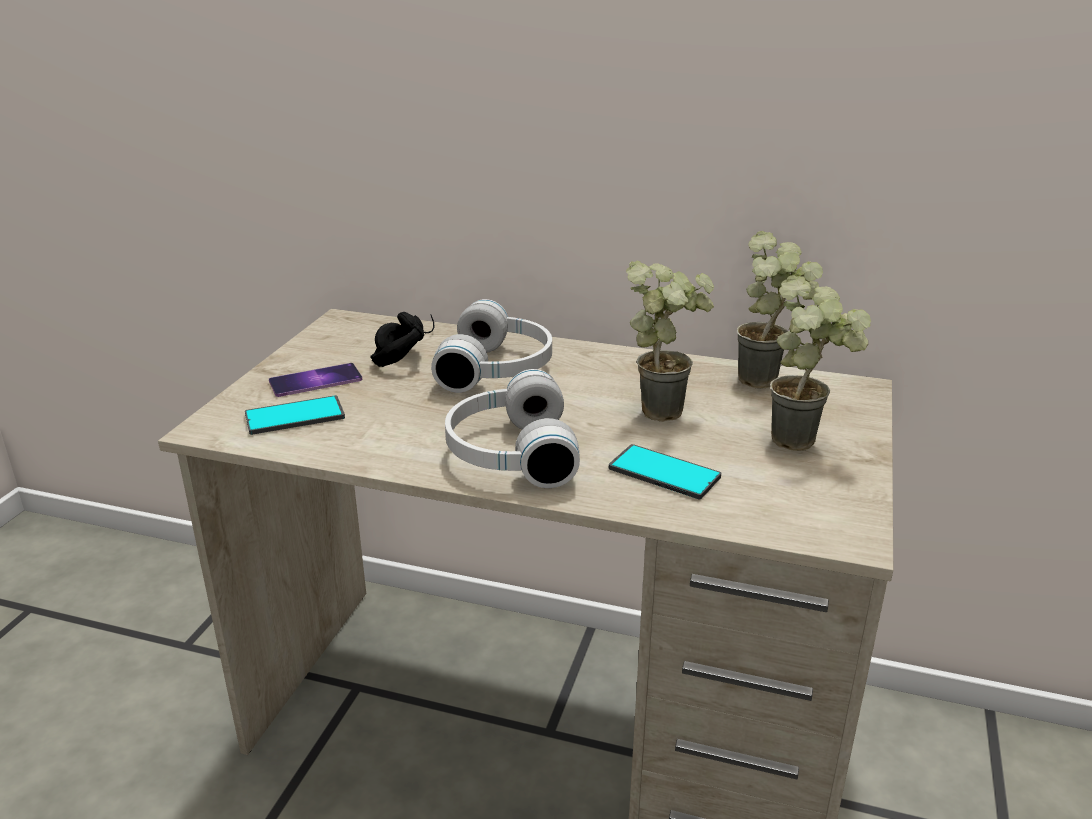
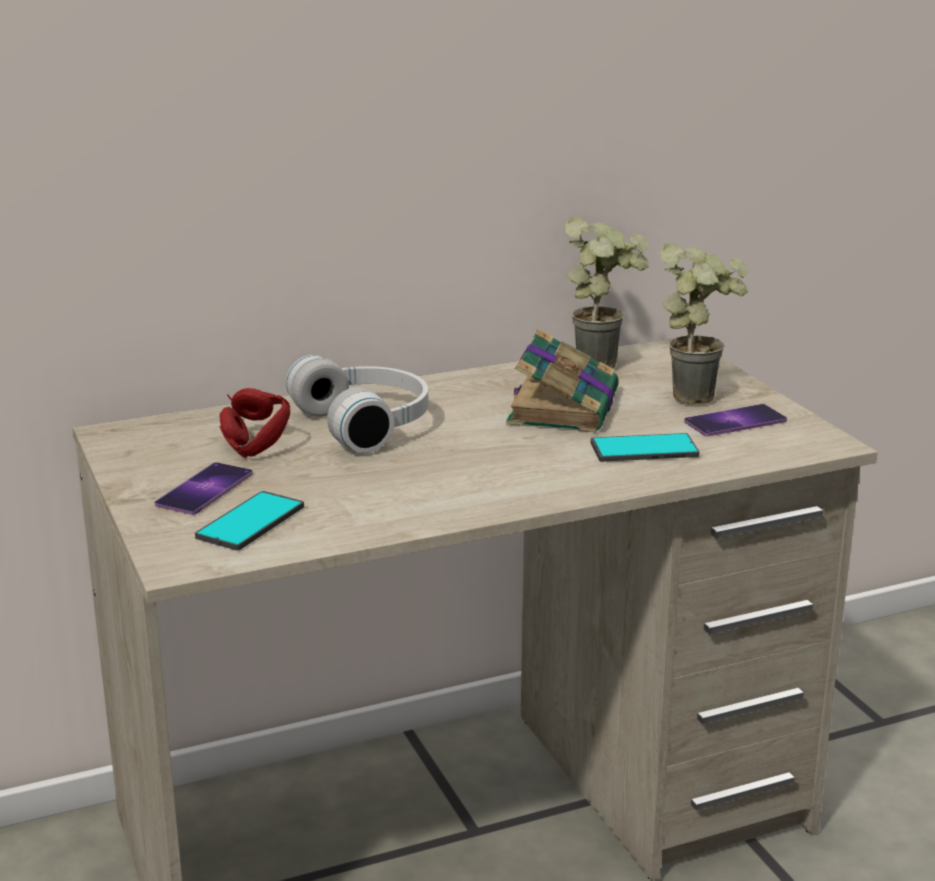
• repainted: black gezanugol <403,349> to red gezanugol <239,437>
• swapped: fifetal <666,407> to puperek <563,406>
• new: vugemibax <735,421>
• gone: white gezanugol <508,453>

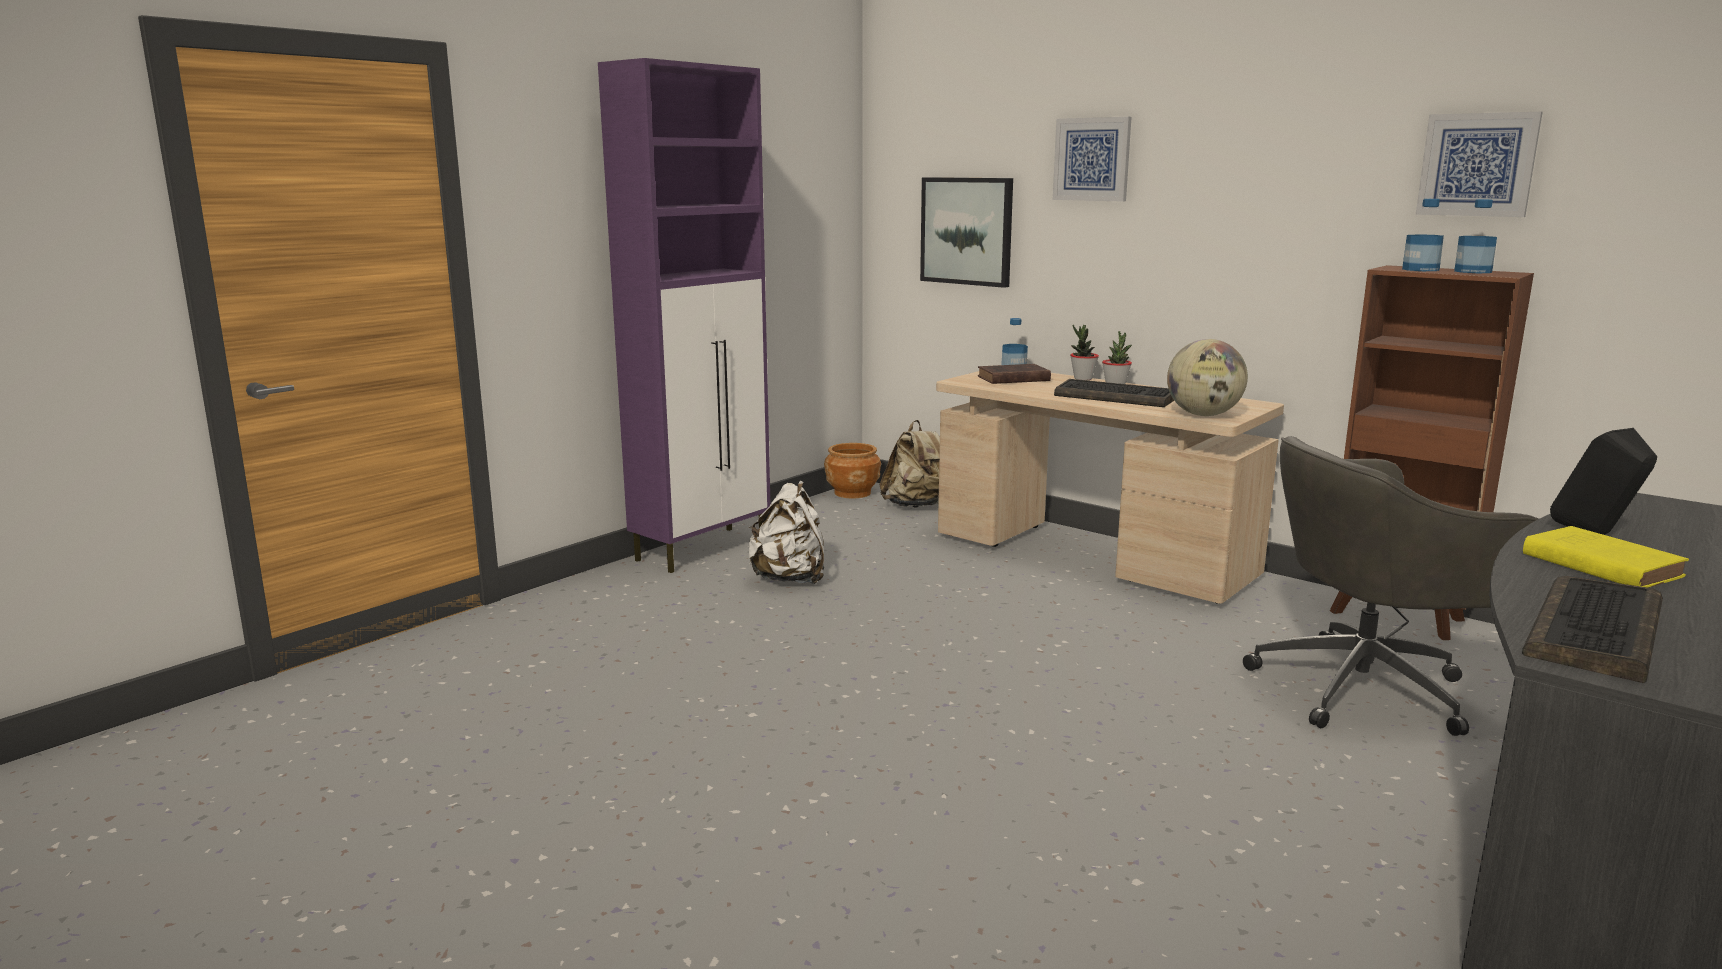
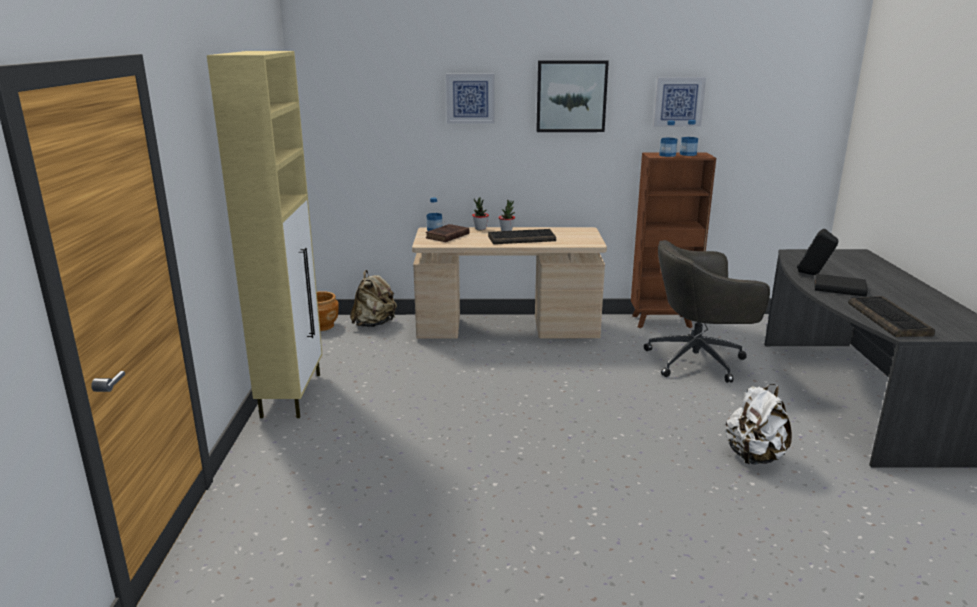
• repainted: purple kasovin <703,549> to beige kasovin <292,394>
• shifted: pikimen <967,231> to <571,96>
• rotated: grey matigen <1367,688> = <698,361> 45 degrees clockwise
• shifted: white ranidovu <790,579> to <754,457>
• repainted: yellow puperek <1597,564> to black puperek <837,288>
• gone: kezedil <1203,415>

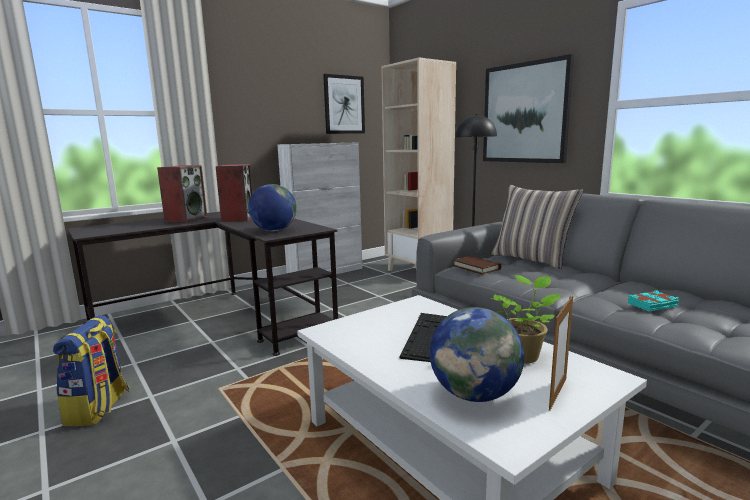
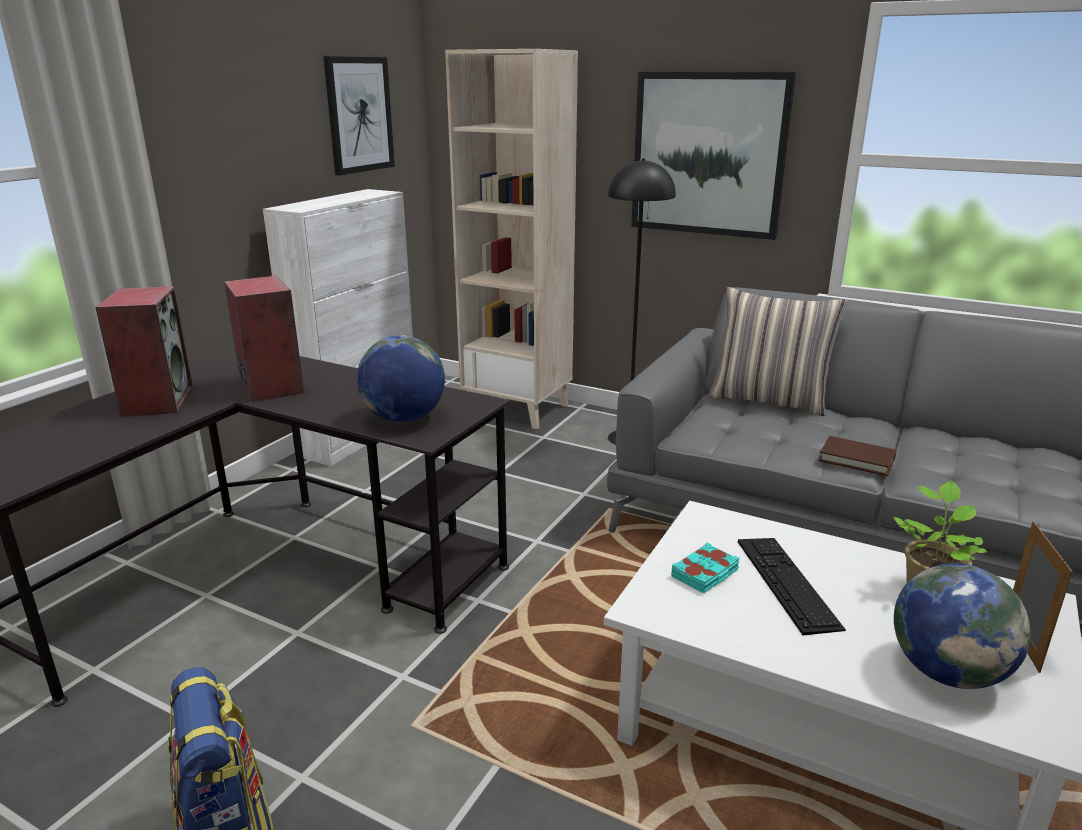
• shifted: turquoise puperek <653,305> to <705,573>
• shifted: brown puperek <476,267> to <857,459>

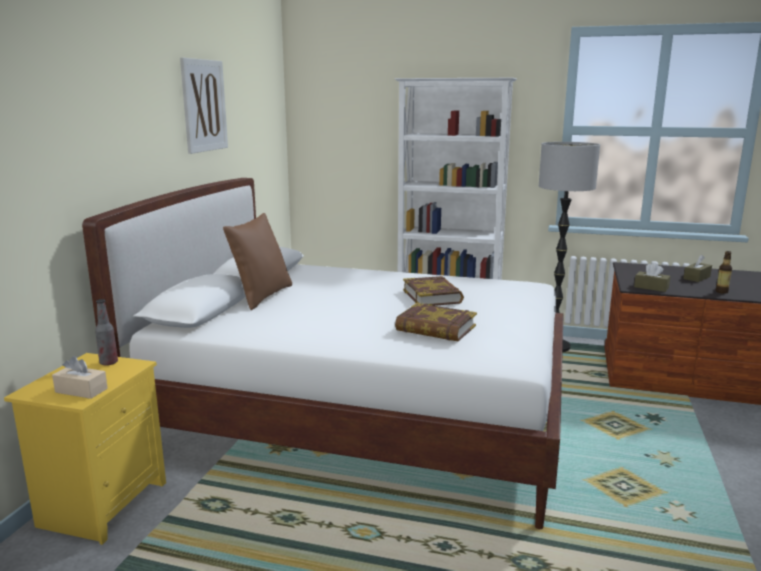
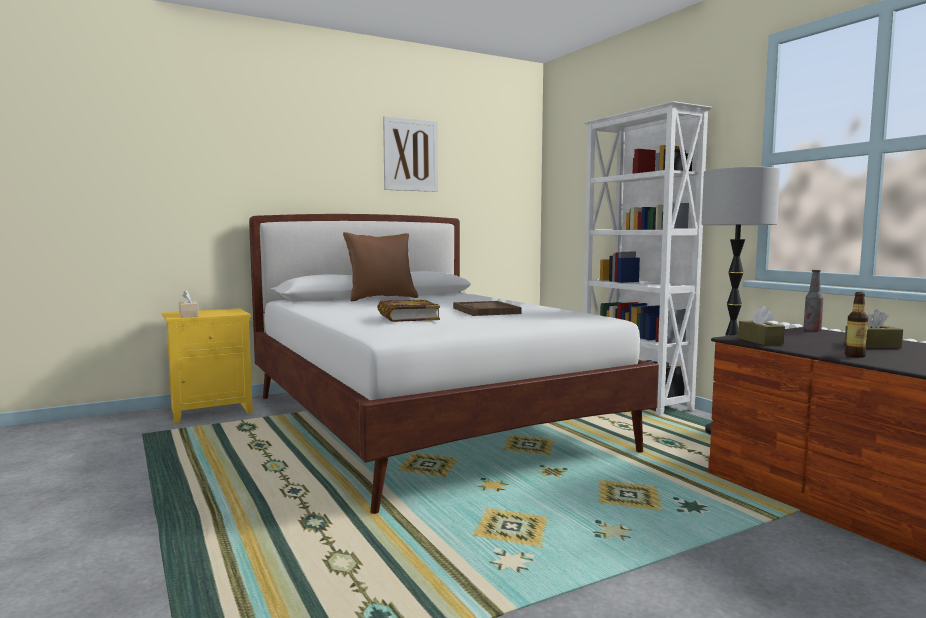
• swapped: puperek <432,296> to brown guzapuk <486,311>
• shifted: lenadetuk <108,363> to <812,330>

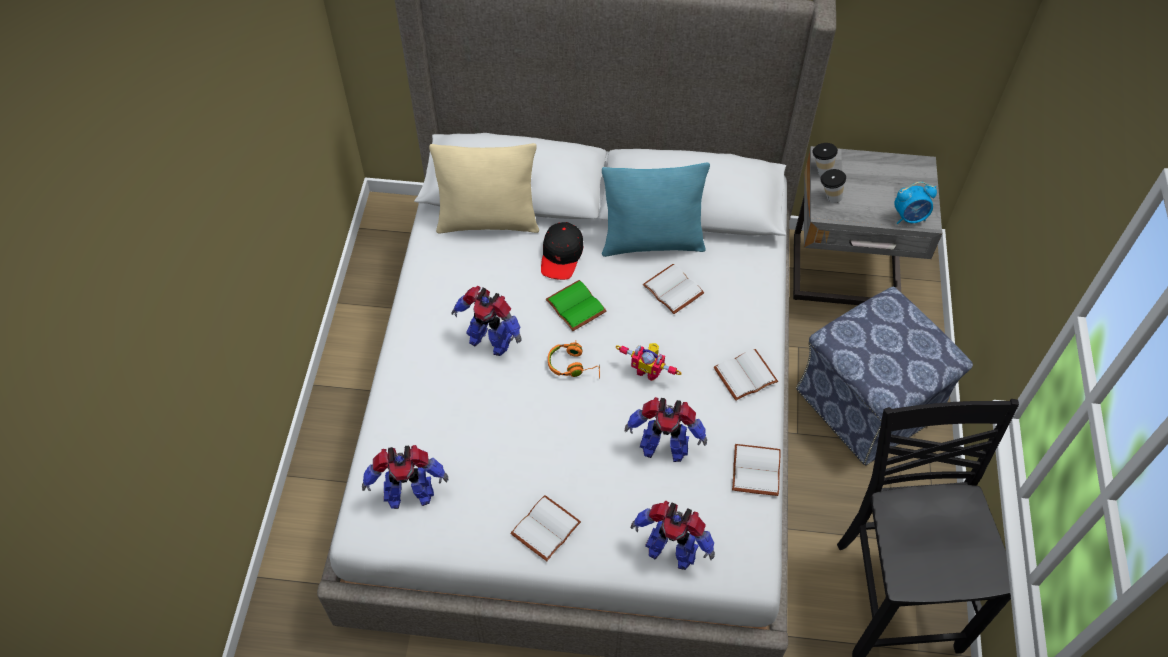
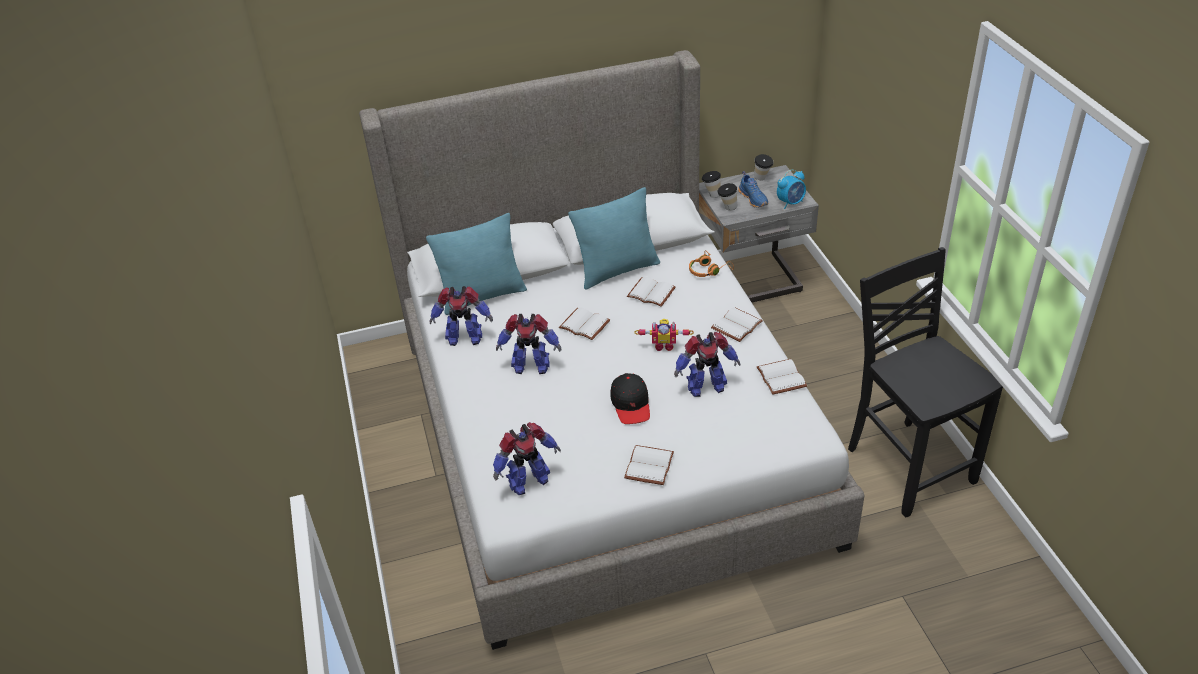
• repainted: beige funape <488,222> to turquoise funape <482,296>
• shifted: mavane <670,550> to <464,338>
• repainted: green puperek <574,306> to white puperek <583,325>
• shifted: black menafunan <561,256> to <631,404>
• shifted: orange gezanugol <573,365> to <709,271>
• new: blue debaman <754,198>
• new: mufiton <762,179>
• gone: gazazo <869,403>

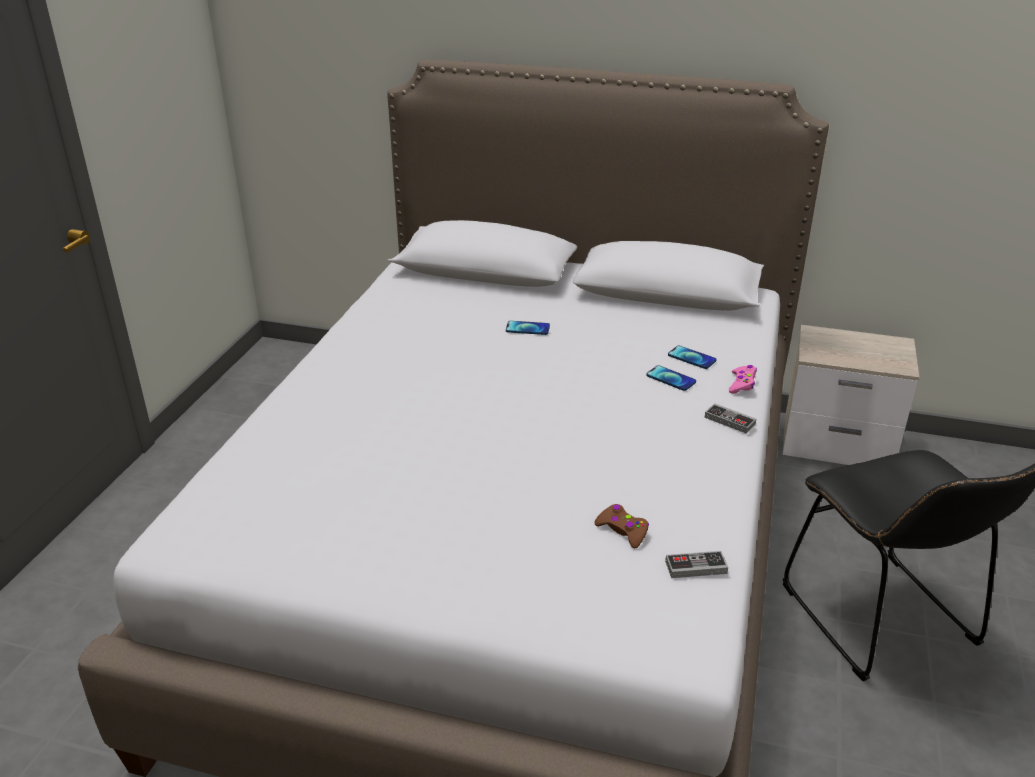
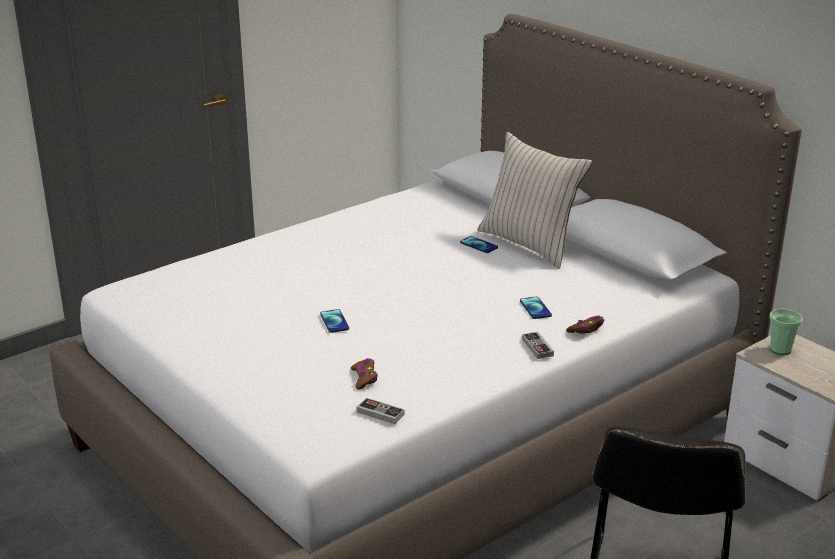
• shifted: vugemibax <691,358> to <334,322>
• new: beige funape <530,244>
• repainted: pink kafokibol <742,384> to brown kafokibol <586,329>
• new: mufiton <780,349>

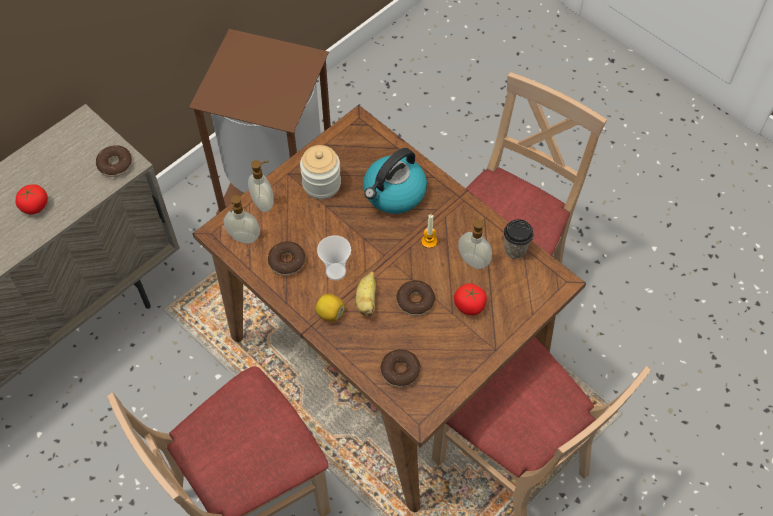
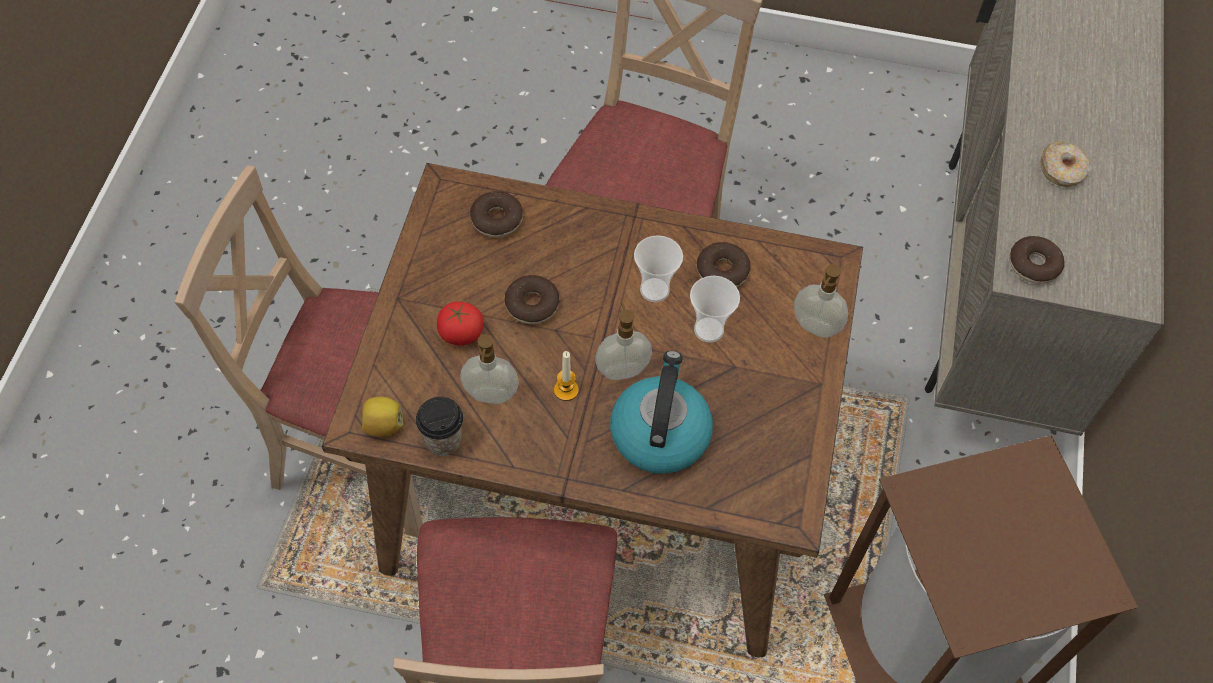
• shifted: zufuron <330,313> to <383,425>
• shifted: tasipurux <243,238> to <622,369>
• new: mufiton <708,330>
• swapped: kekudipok <35,206> to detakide <1062,170>
• gone: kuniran <321,184>
• gone: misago <366,300>

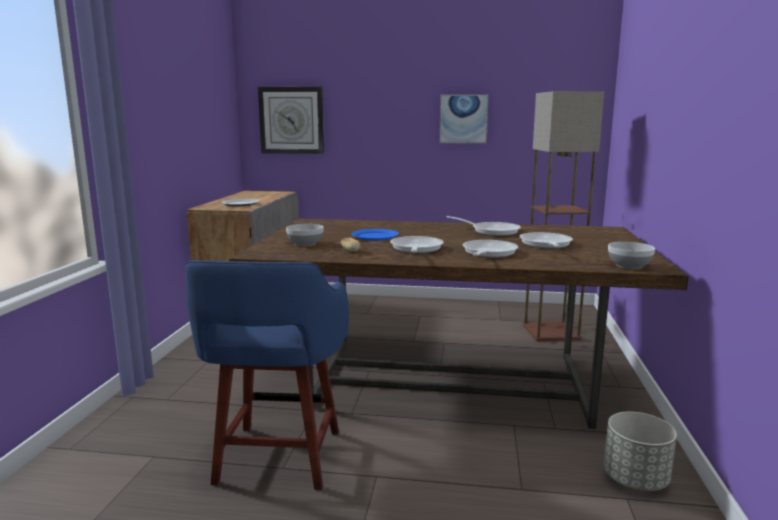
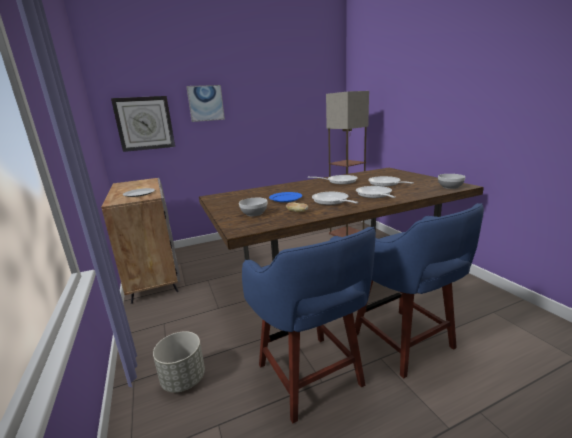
• shifted: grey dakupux <636,480> to <184,379>
• shifted: pikimen <463,119> to <206,103>
• new: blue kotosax <405,342>

